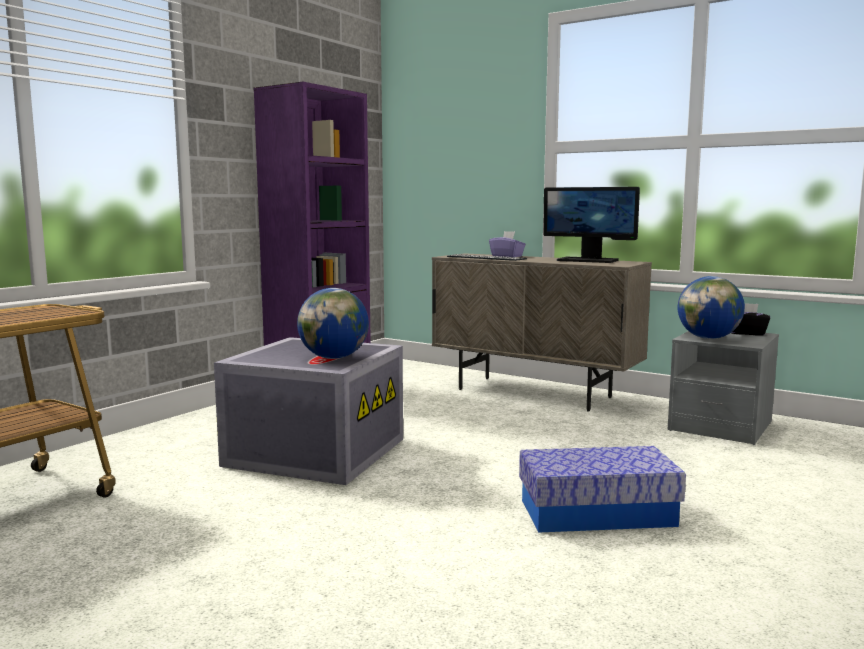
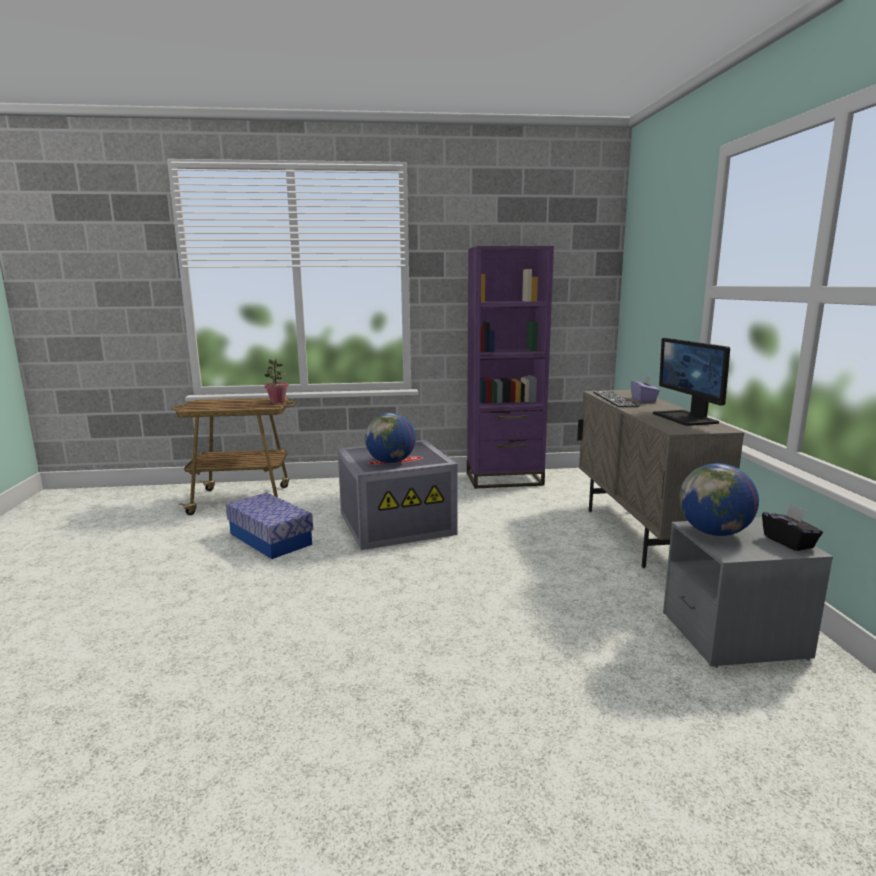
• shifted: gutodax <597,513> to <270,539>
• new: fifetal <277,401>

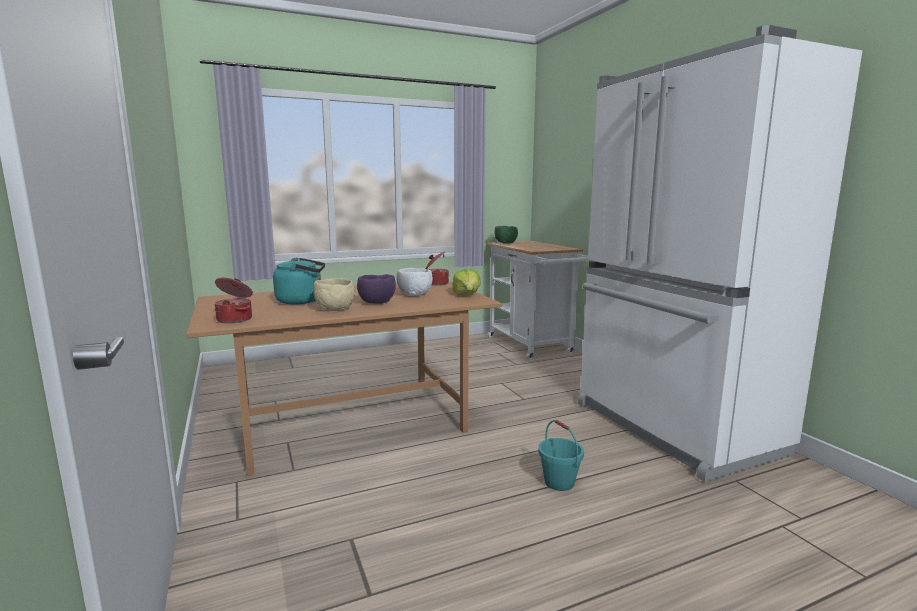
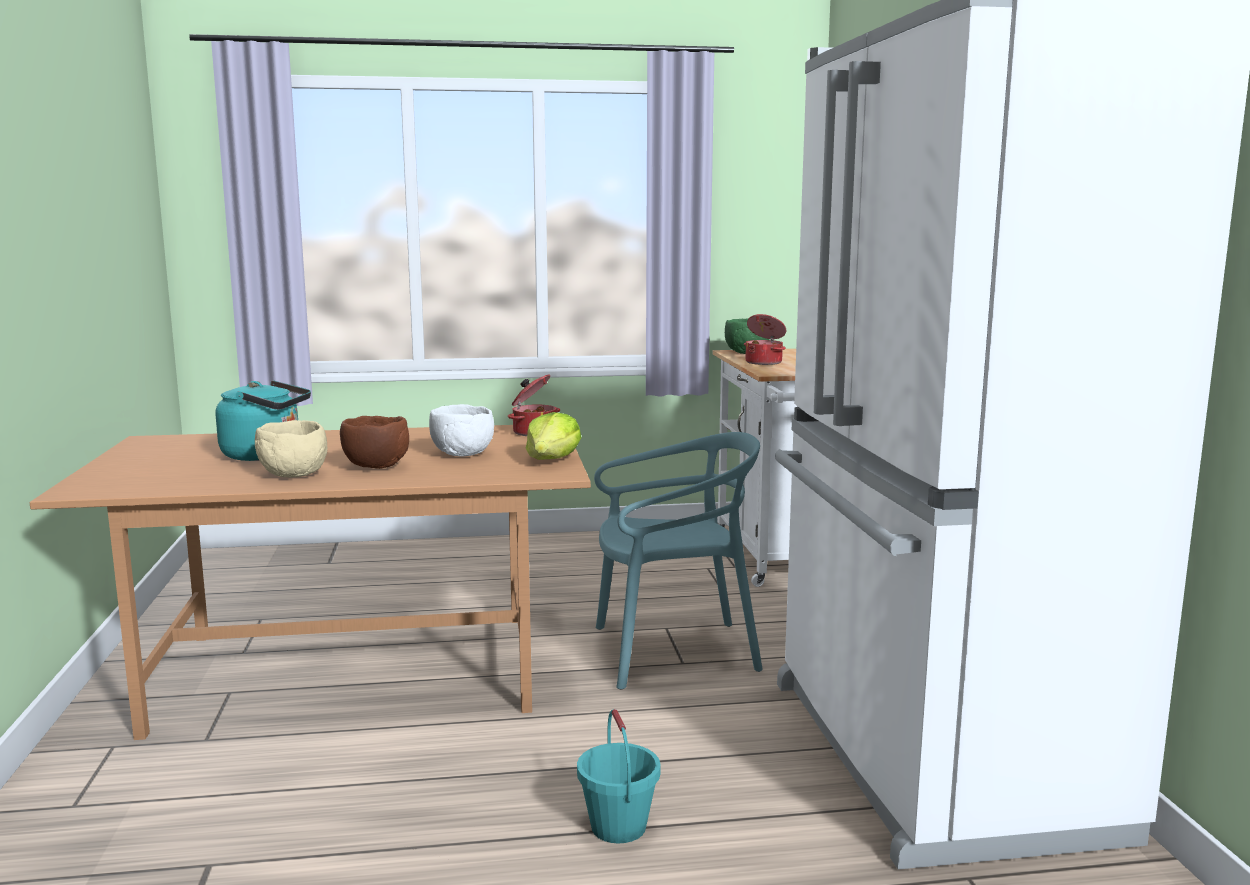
• repainted: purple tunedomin <377,303> to brown tunedomin <377,467>
• new: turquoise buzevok <673,652>
• shifted: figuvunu <235,319> to <764,362>

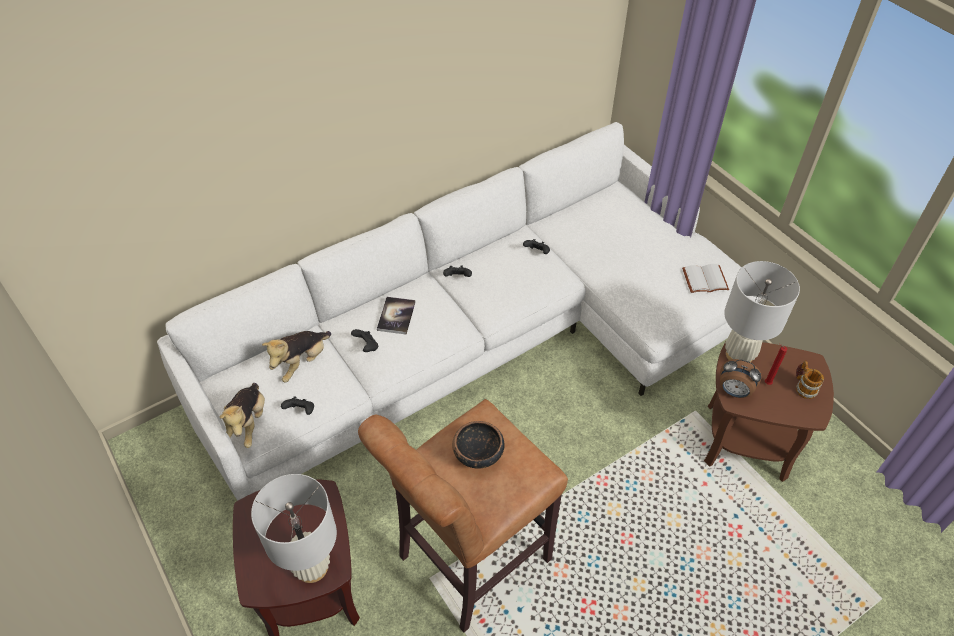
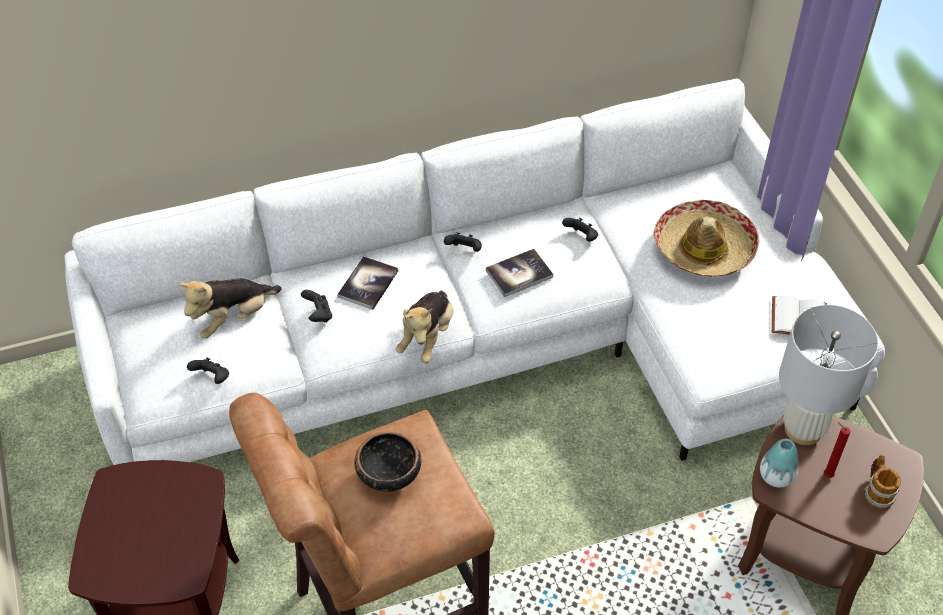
• shifted: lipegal <248,423> to <427,337>
• new: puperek <519,274>
• new: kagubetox <704,248>
• swapped: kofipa <733,392> to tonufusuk <776,476>
• gone: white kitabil <311,567>

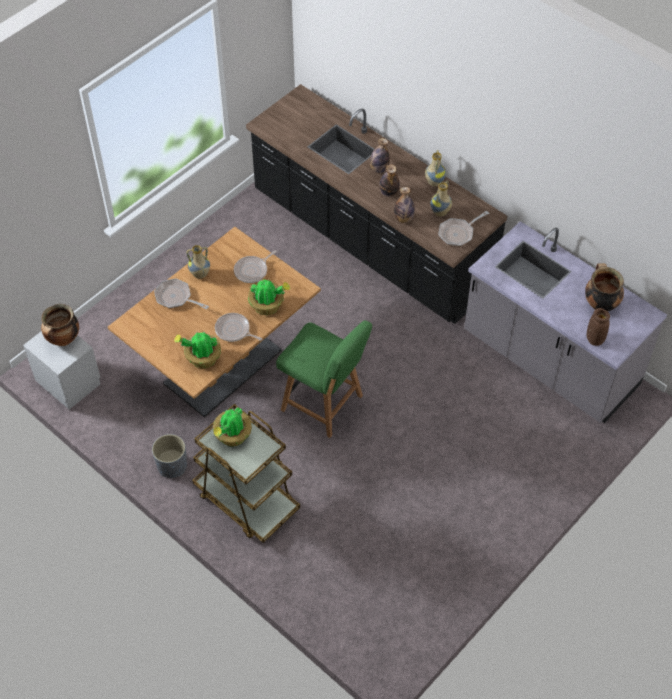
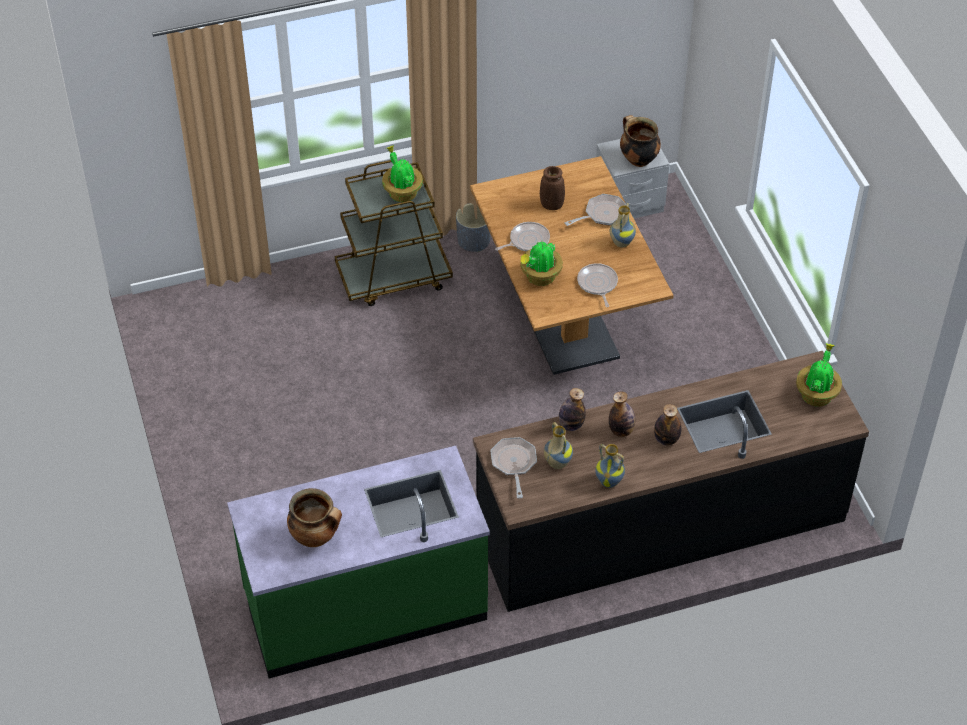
• repainted: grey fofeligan <549,361> to green fofeligan <365,606>
• shifted: brown tonufusuk <594,339> to <551,205>
• shifted: fifetal <202,359> to <816,394>
• gone: green buzevok <324,404>

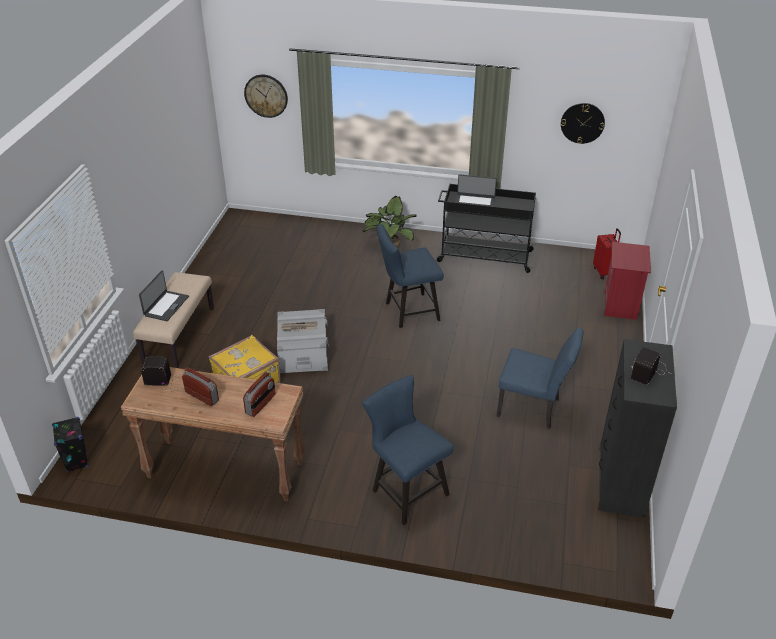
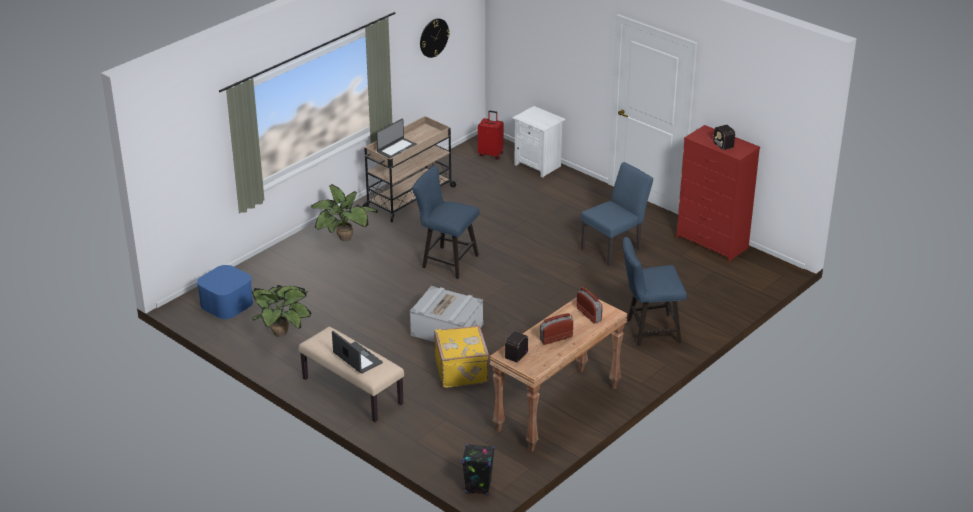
• new: blue gutodax <226,303>
• new: fifetal <283,333>
• repainted: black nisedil <483,256> to beige nisedil <408,198>
• rotated: blue buzevok <408,312> = <446,261> 105 degrees clockwise
• repainted: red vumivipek <621,305> to white vumivipek <538,165>
• repainted: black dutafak <620,482> to red dutafak <712,243>
• gone: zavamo <266,95>

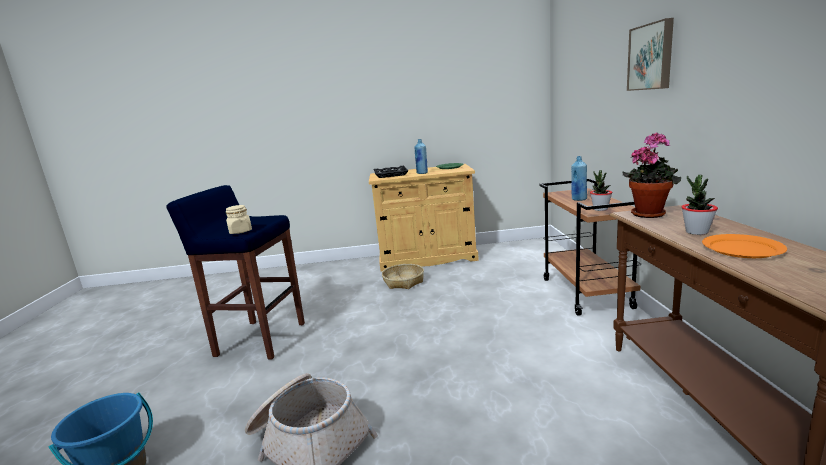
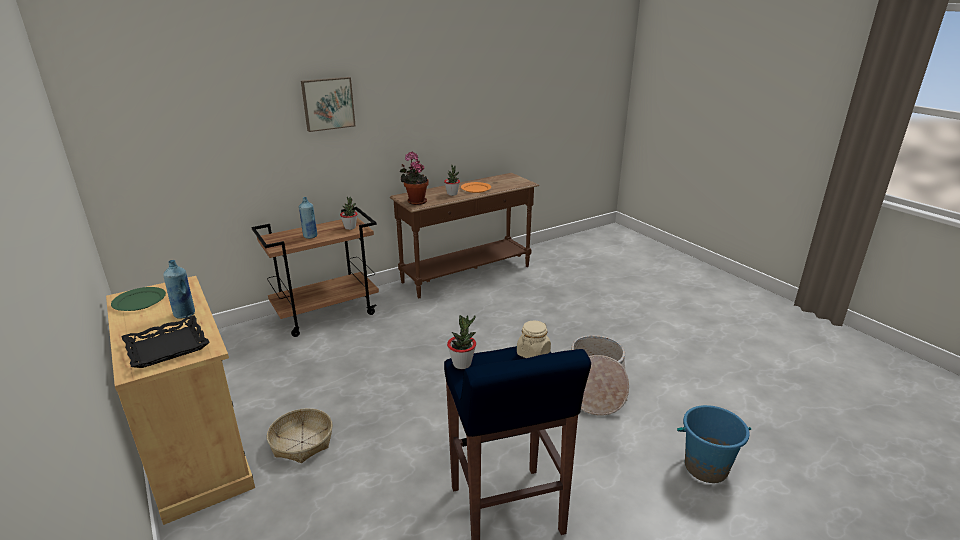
• new: fifetal <462,364>

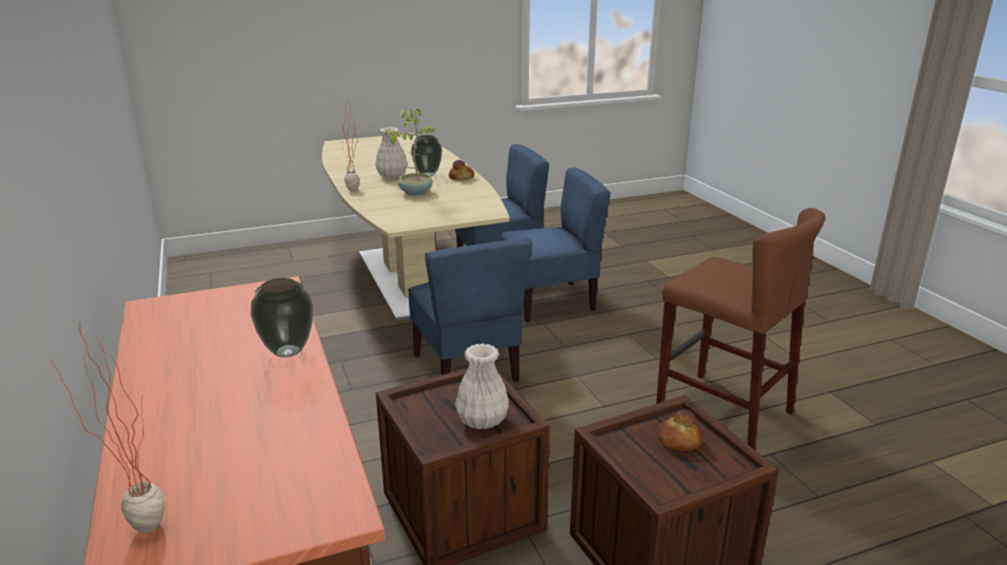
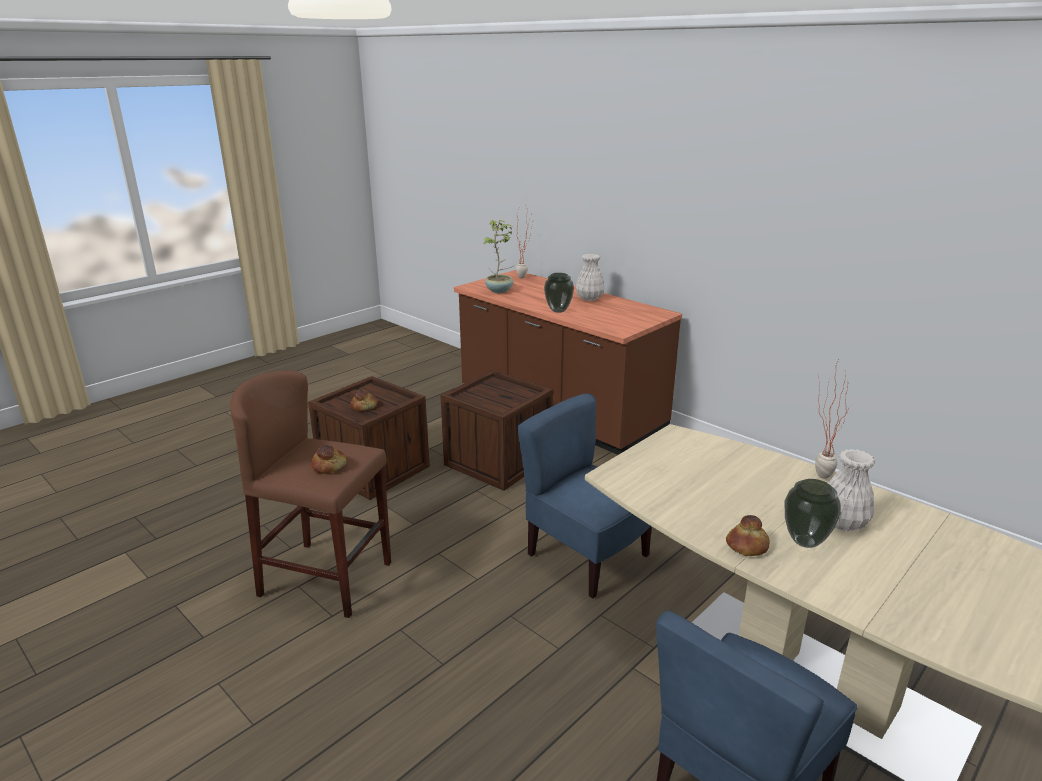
• new: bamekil <329,466>
• shifted: fifetal <415,192> to <500,290>
• shifted: white tonufusuk <483,421> to <588,298>
• gone: blue buzevok <549,301>

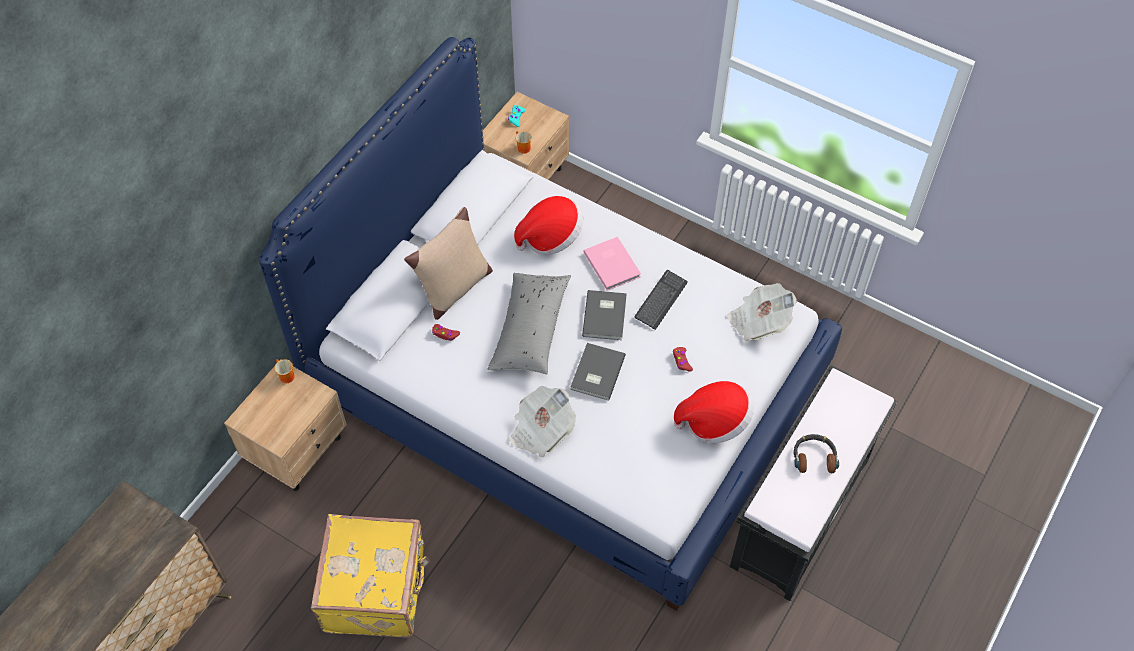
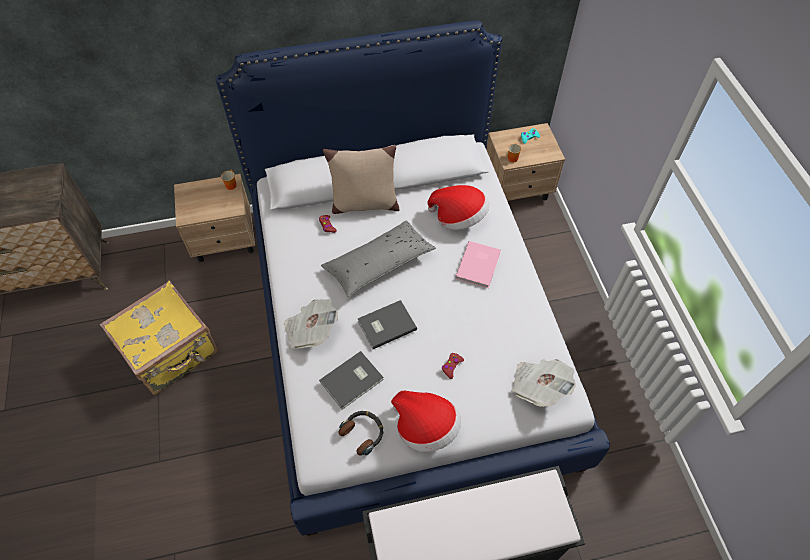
• shifted: grey puperek <606,315> to <353,381>
• shifted: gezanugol <814,456> to <363,433>
• gone: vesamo <661,300>

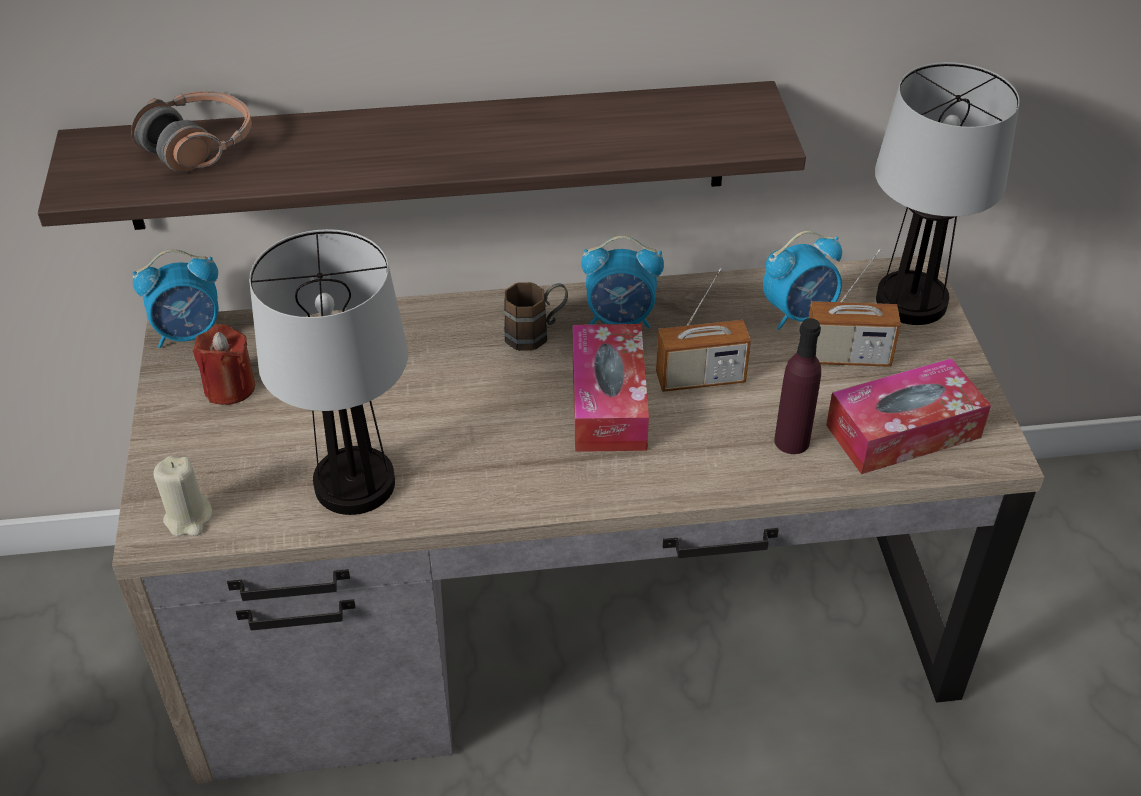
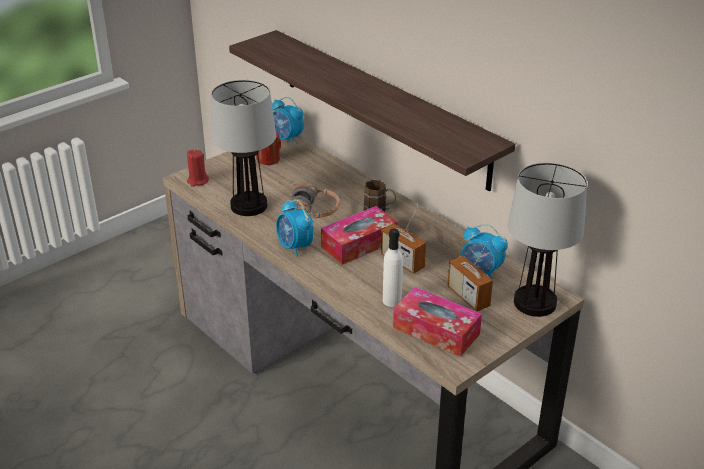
• repainted: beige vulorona <188,518> to red vulorona <197,181>
• shifted: kofipa <620,319> to <295,247>
• shifted: gezanugol <199,145> to <314,211>
• repainted: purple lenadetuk <791,441> to white lenadetuk <392,300>

